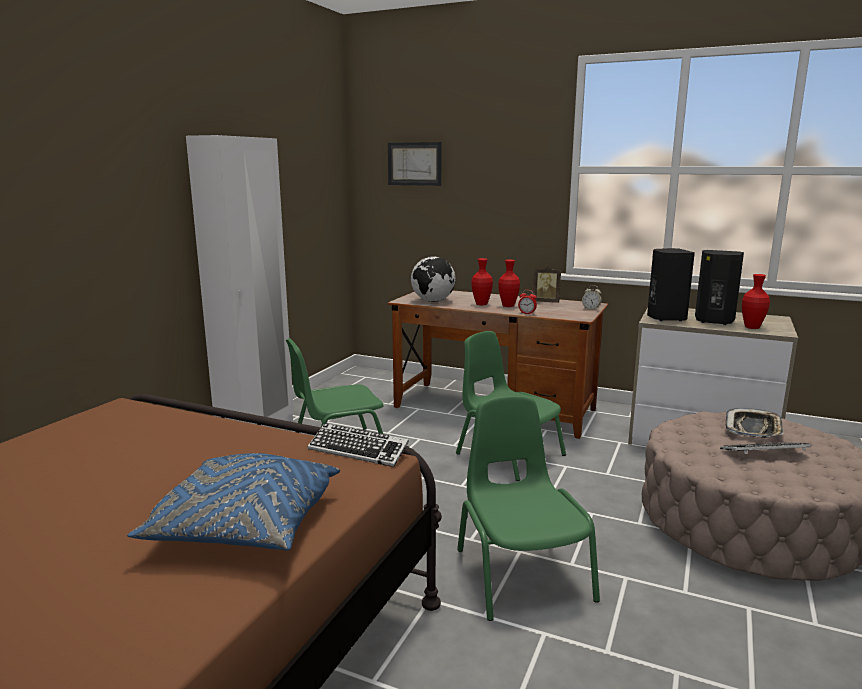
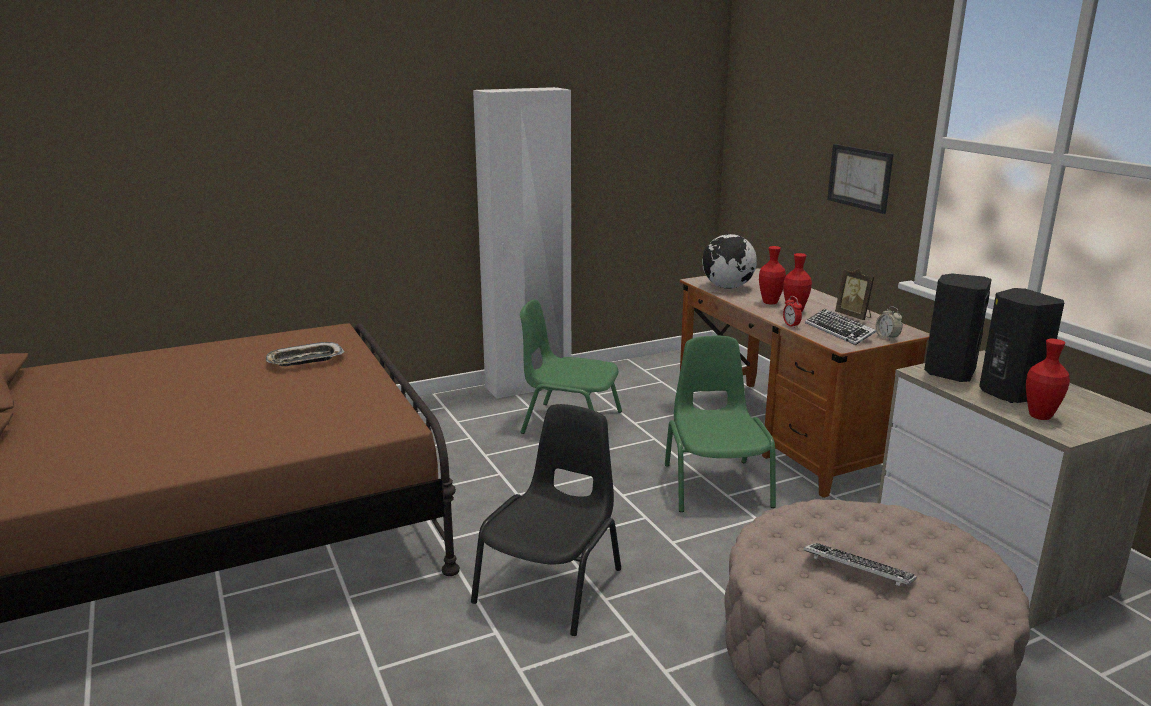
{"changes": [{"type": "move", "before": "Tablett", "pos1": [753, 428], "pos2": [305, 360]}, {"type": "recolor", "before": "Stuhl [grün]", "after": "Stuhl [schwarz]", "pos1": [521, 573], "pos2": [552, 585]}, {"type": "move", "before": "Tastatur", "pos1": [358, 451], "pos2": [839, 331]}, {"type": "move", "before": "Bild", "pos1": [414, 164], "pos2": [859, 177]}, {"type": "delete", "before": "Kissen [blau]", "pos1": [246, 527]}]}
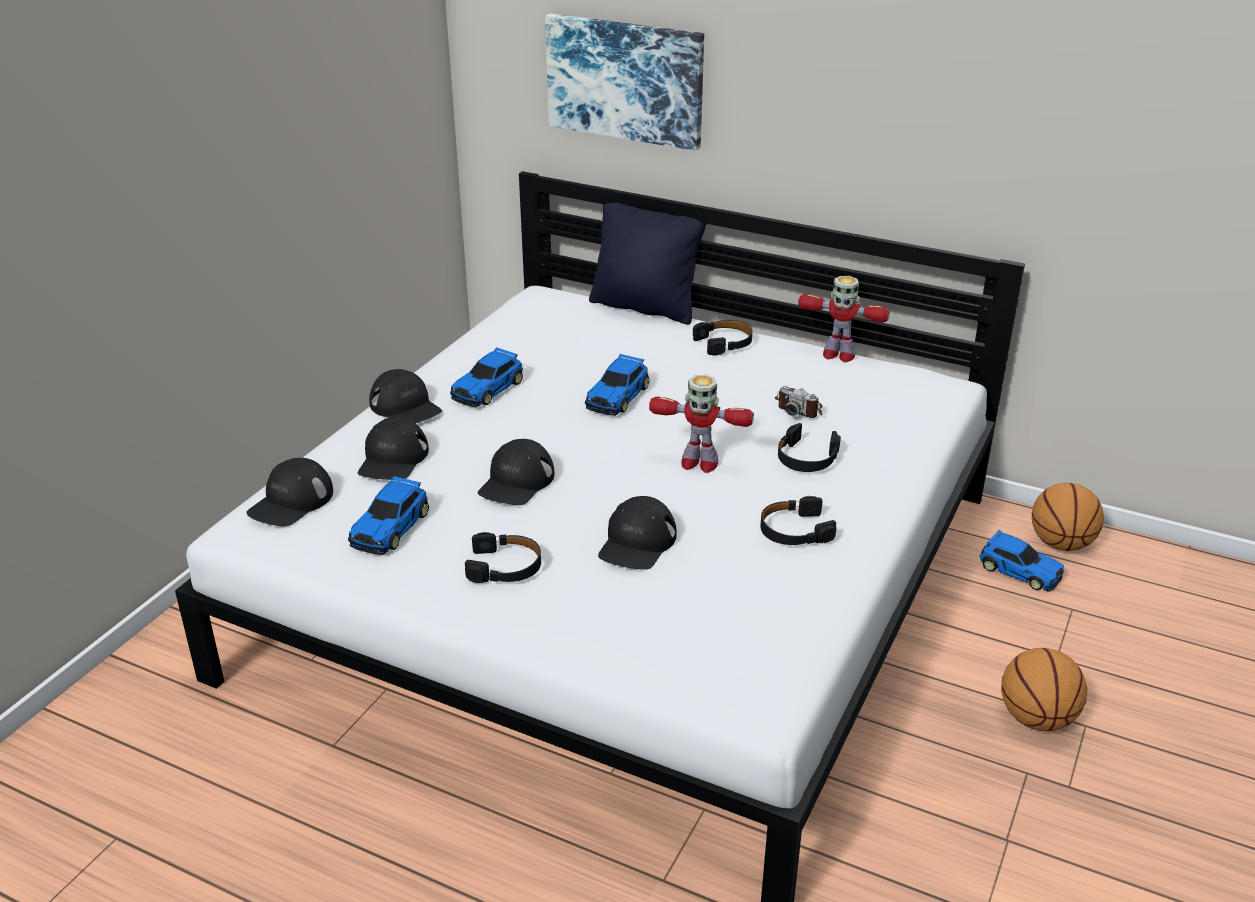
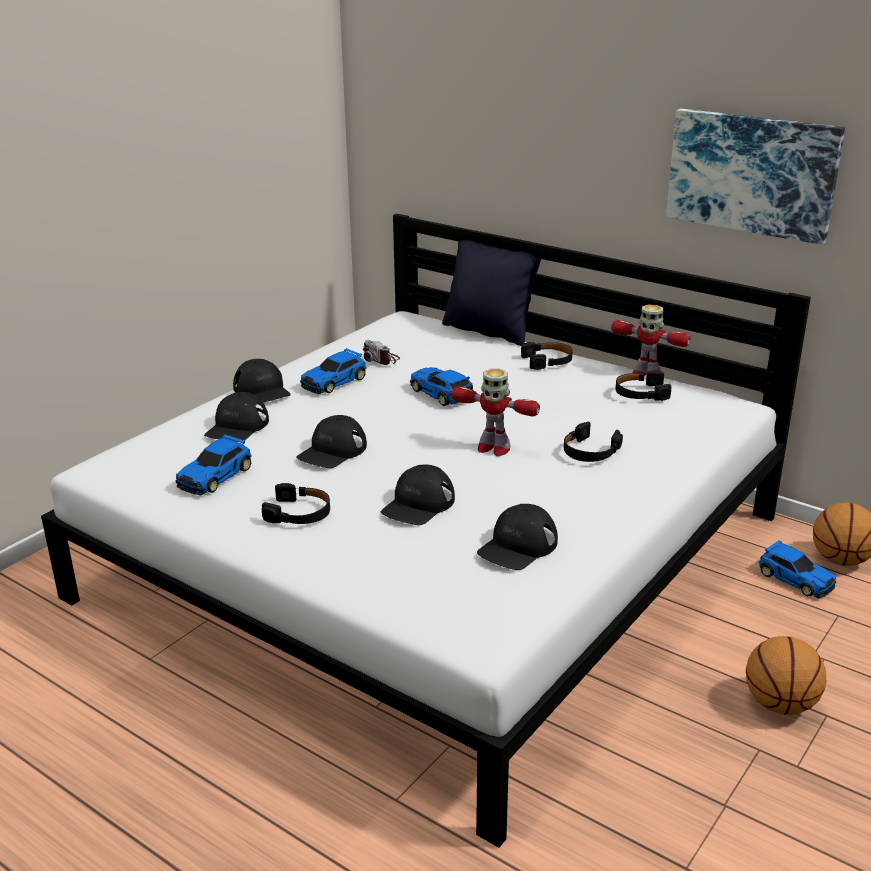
{"changes": [{"type": "move", "before": "Kamera", "pos1": [800, 408], "pos2": [381, 359]}, {"type": "rotate", "before": "Spielzeugauto", "pos1": [618, 396], "pos2": [442, 394], "turn": 105}, {"type": "move", "before": "Kappe [schwarz]", "pos1": [291, 502], "pos2": [518, 546]}, {"type": "move", "before": "Kopfhörer [schwarz]", "pos1": [794, 531], "pos2": [641, 393]}, {"type": "move", "before": "Bild", "pos1": [625, 80], "pos2": [752, 173]}]}
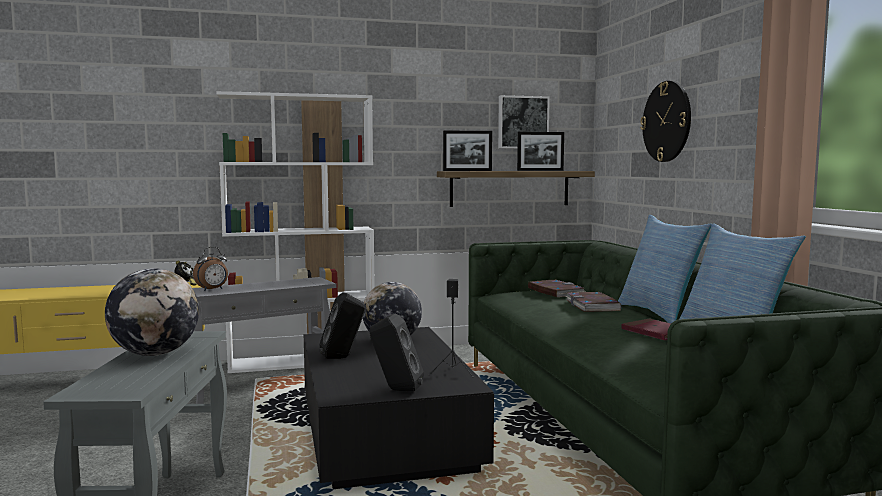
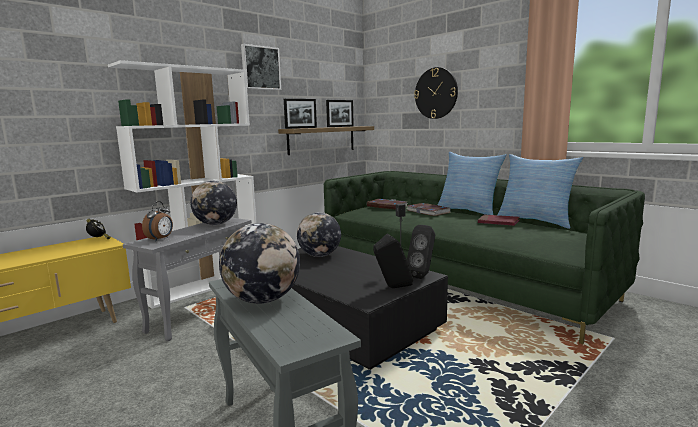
{"changes": [{"type": "insert", "after": "Globus", "pos2": [216, 224]}, {"type": "move", "before": "Bild", "pos1": [522, 122], "pos2": [260, 68]}, {"type": "move", "before": "Lautsprecher [schwarz]", "pos1": [343, 358], "pos2": [422, 275]}]}
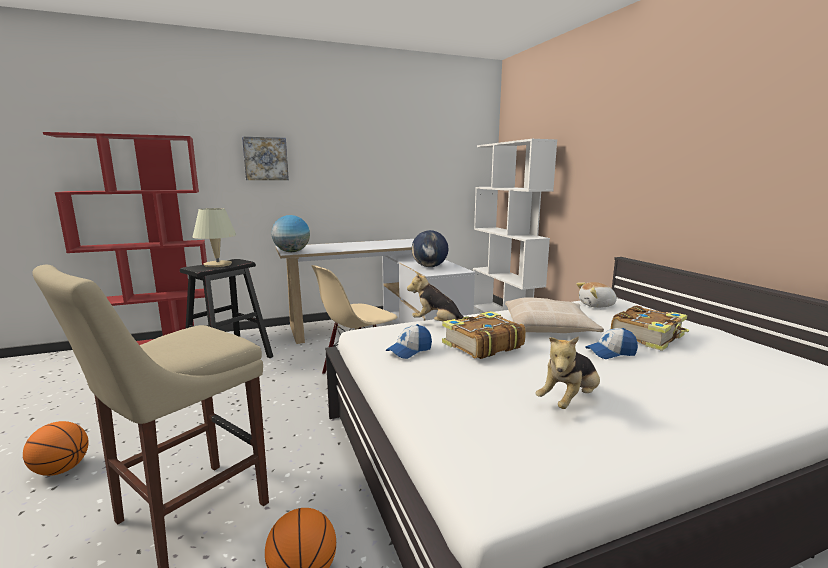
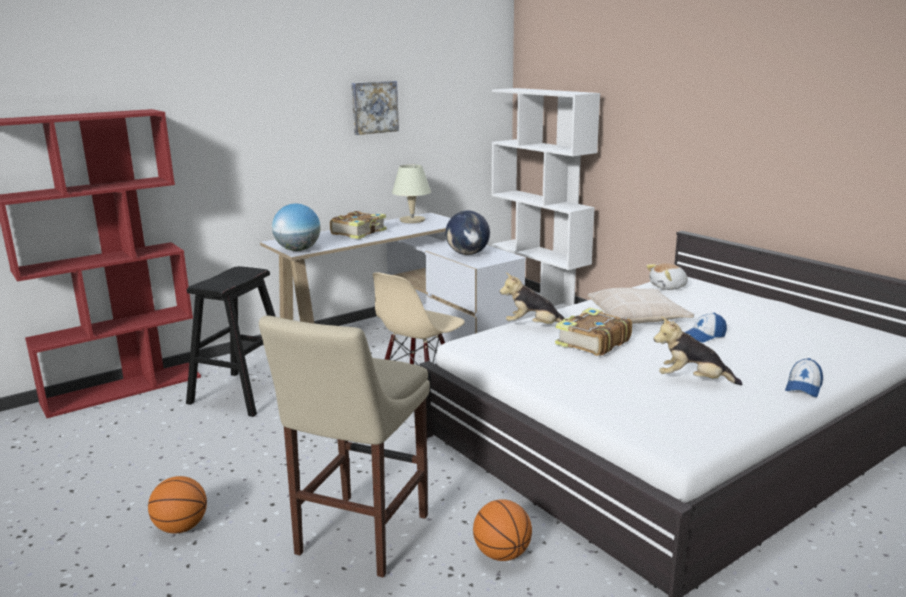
{"changes": [{"type": "move", "before": "Buch", "pos1": [648, 337], "pos2": [359, 233]}, {"type": "move", "before": "Bild", "pos1": [265, 159], "pos2": [374, 107]}, {"type": "move", "before": "Tischlampe [beige]", "pos1": [218, 264], "pos2": [412, 220]}, {"type": "rotate", "before": "Plüschtier", "pos1": [569, 401], "pos2": [692, 381], "turn": 75}, {"type": "move", "before": "Kappe", "pos1": [409, 350], "pos2": [803, 387]}]}
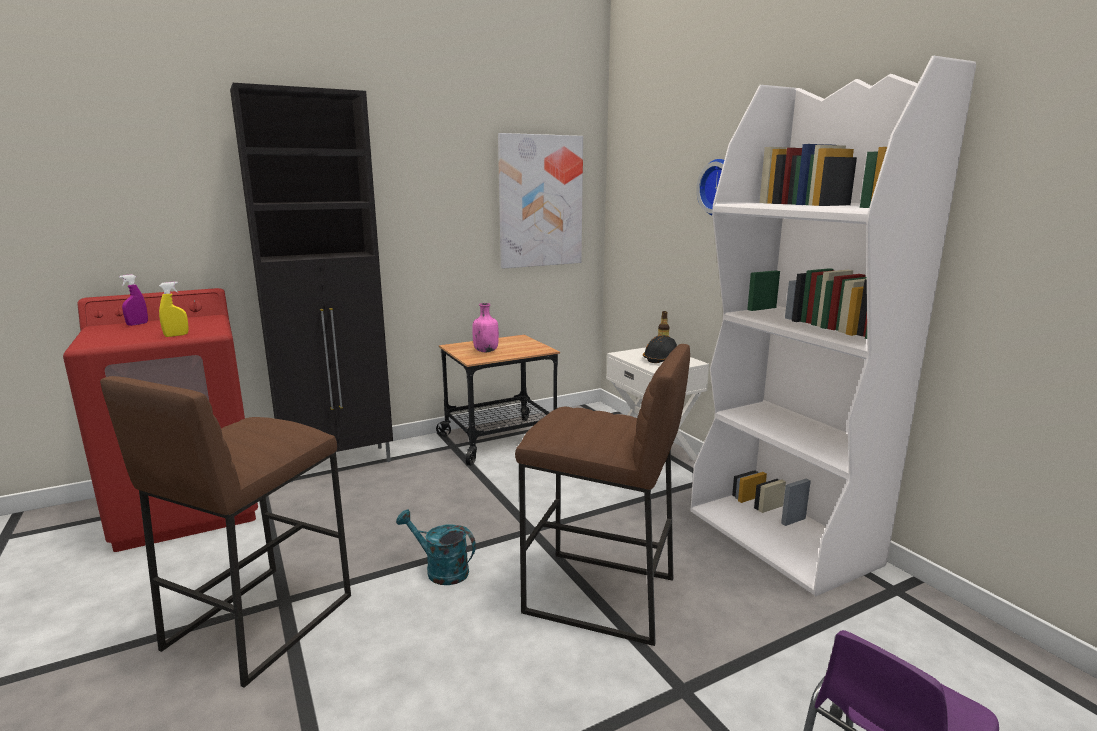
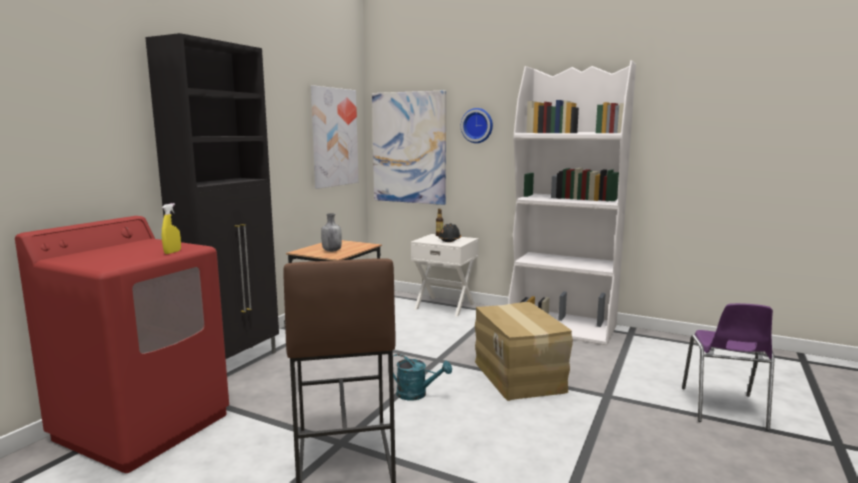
{"changes": [{"type": "recolor", "before": "Flasche [rosa]", "after": "Flasche [grau]", "pos1": [486, 351], "pos2": [331, 251]}, {"type": "insert", "after": "Bild", "pos2": [409, 148]}, {"type": "rotate", "before": "Gießkanne [türkis]", "pos1": [440, 570], "pos2": [417, 394], "turn": -150}, {"type": "replace", "before": "Hocker [braun]", "after": "Karton", "pos1": [599, 596], "pos2": [519, 376]}, {"type": "delete", "before": "Sprühflasche [lila]", "pos1": [137, 324]}]}
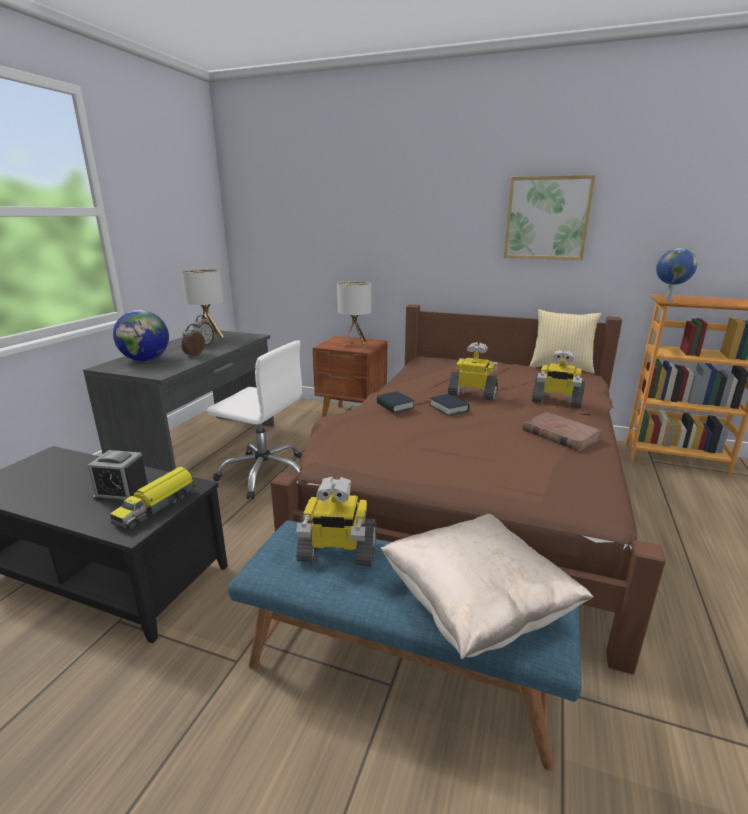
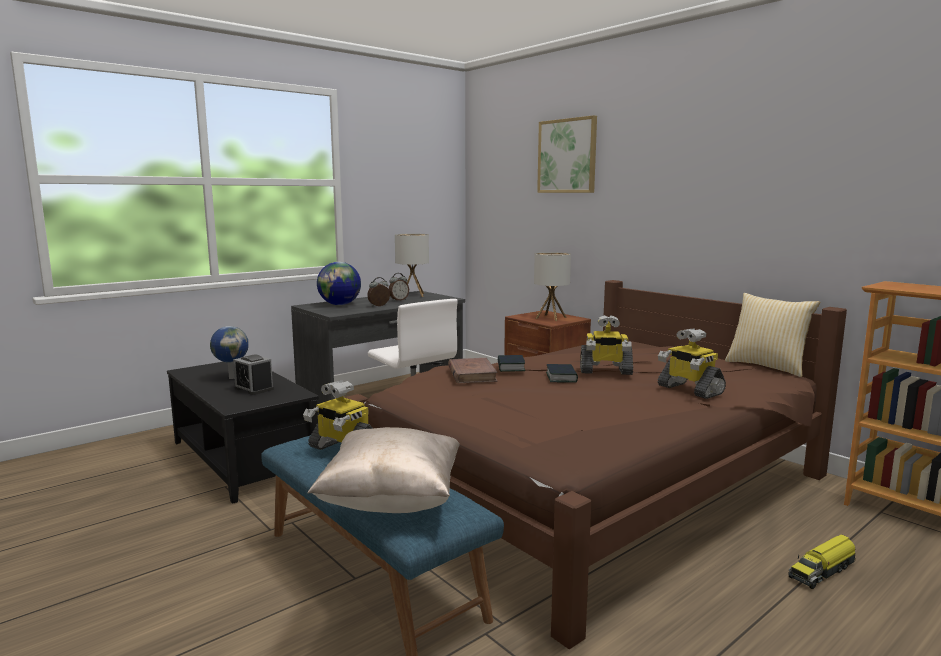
{"changes": [{"type": "move", "before": "Globus", "pos1": [667, 300], "pos2": [232, 378]}, {"type": "move", "before": "Buch [braun]", "pos1": [560, 434], "pos2": [472, 374]}, {"type": "move", "before": "Bild", "pos1": [547, 218], "pos2": [567, 156]}, {"type": "rotate", "before": "Spielzeugroboter", "pos1": [473, 394], "pos2": [605, 371], "turn": 135}, {"type": "move", "before": "Spielzeuglaster", "pos1": [157, 506], "pos2": [822, 570]}]}
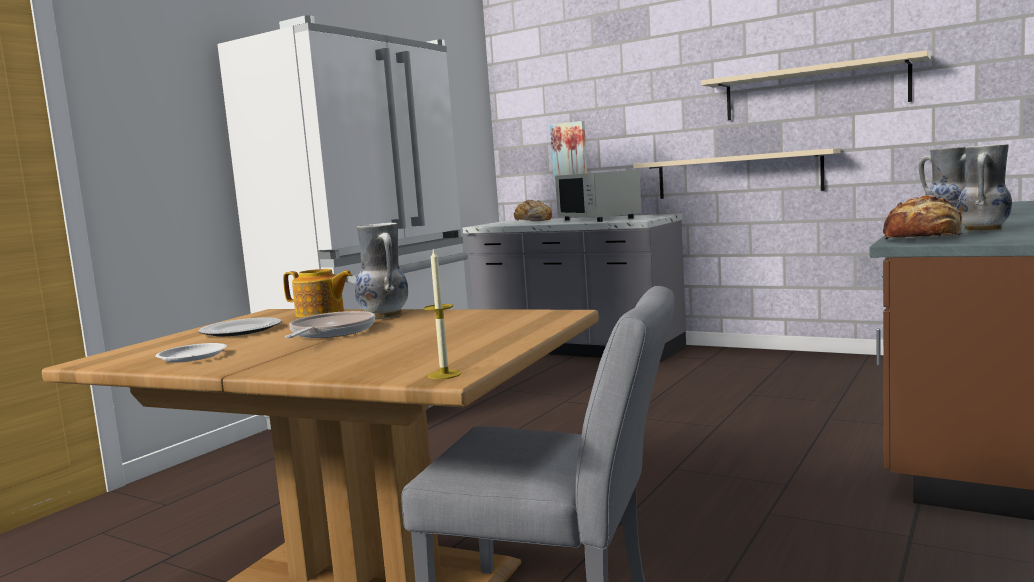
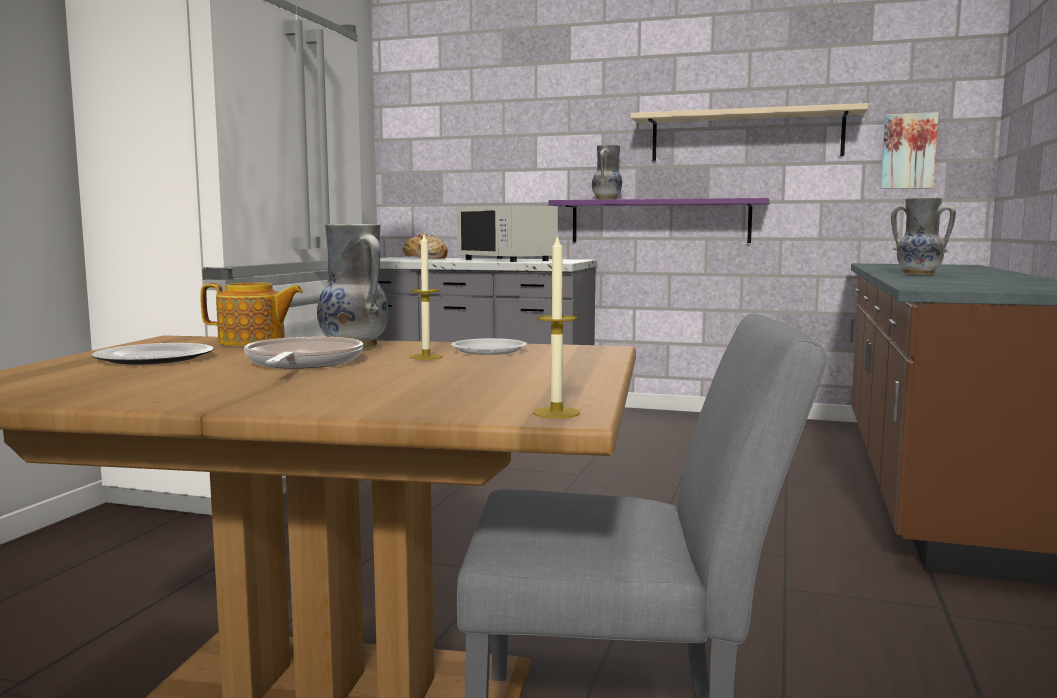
{"changes": [{"type": "insert", "after": "Kerze", "pos2": [426, 357]}, {"type": "move", "before": "Teller [weiß]", "pos1": [192, 357], "pos2": [488, 351]}, {"type": "recolor", "before": "Wandregal [beige]", "after": "Wandregal [lila]", "pos1": [737, 175], "pos2": [659, 221]}, {"type": "move", "before": "Vase", "pos1": [984, 230], "pos2": [607, 199]}, {"type": "move", "before": "Bild", "pos1": [569, 150], "pos2": [908, 151]}, {"type": "delete", "before": "Brot", "pos1": [923, 239]}]}
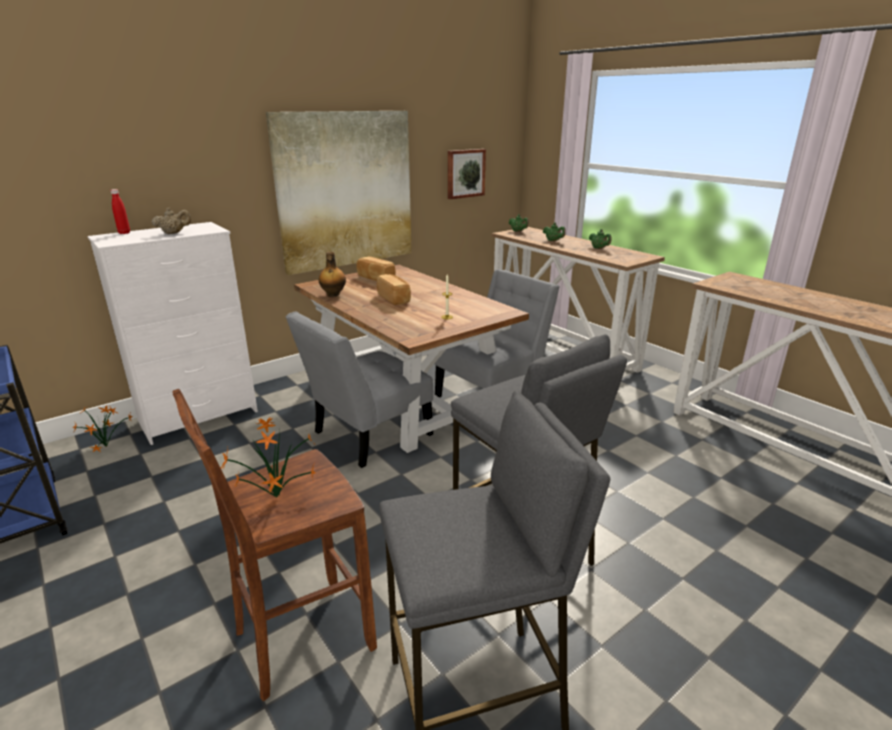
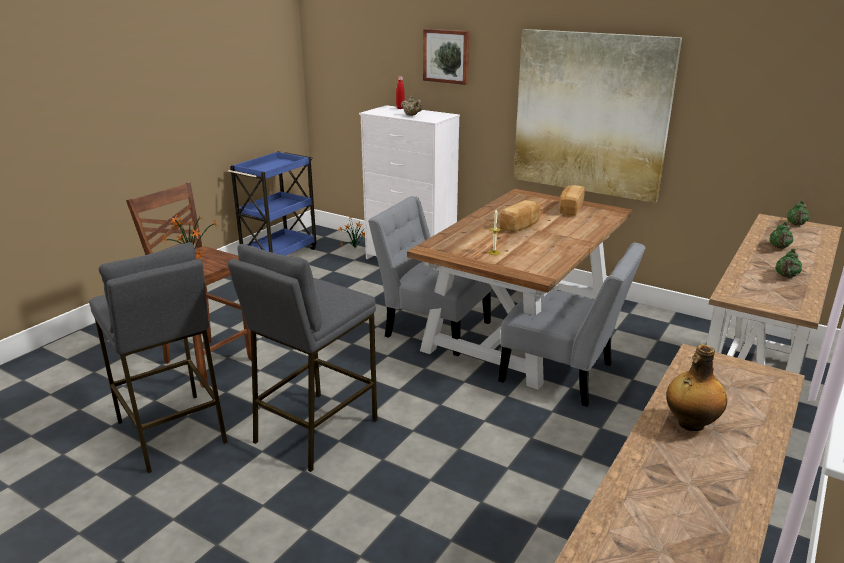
{"changes": [{"type": "move", "before": "Bild", "pos1": [465, 173], "pos2": [446, 56]}, {"type": "move", "before": "Flasche", "pos1": [333, 295], "pos2": [690, 424]}]}
